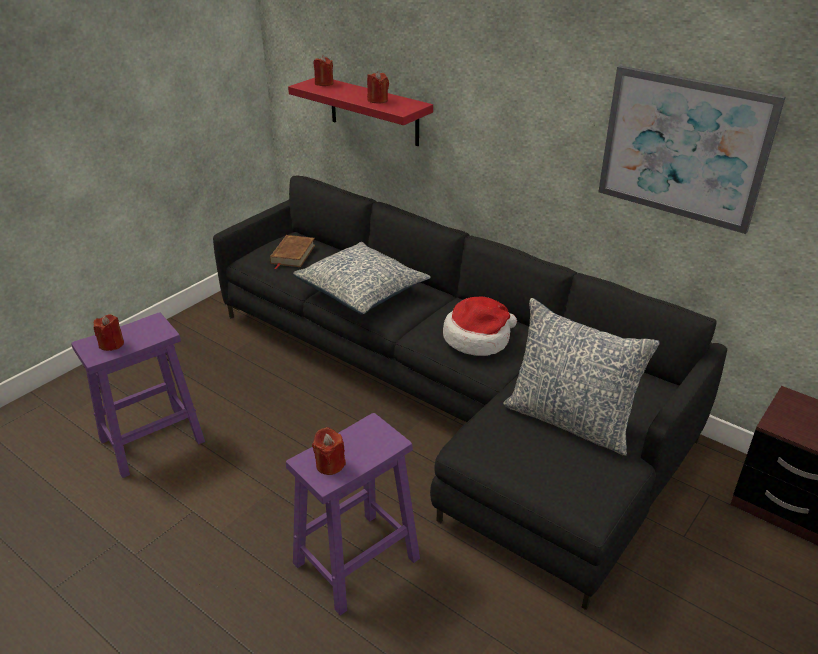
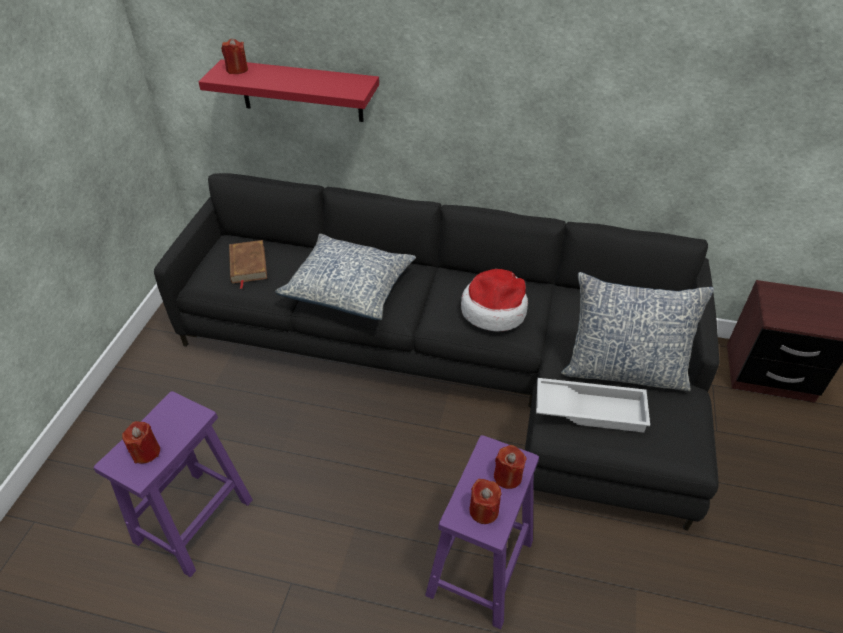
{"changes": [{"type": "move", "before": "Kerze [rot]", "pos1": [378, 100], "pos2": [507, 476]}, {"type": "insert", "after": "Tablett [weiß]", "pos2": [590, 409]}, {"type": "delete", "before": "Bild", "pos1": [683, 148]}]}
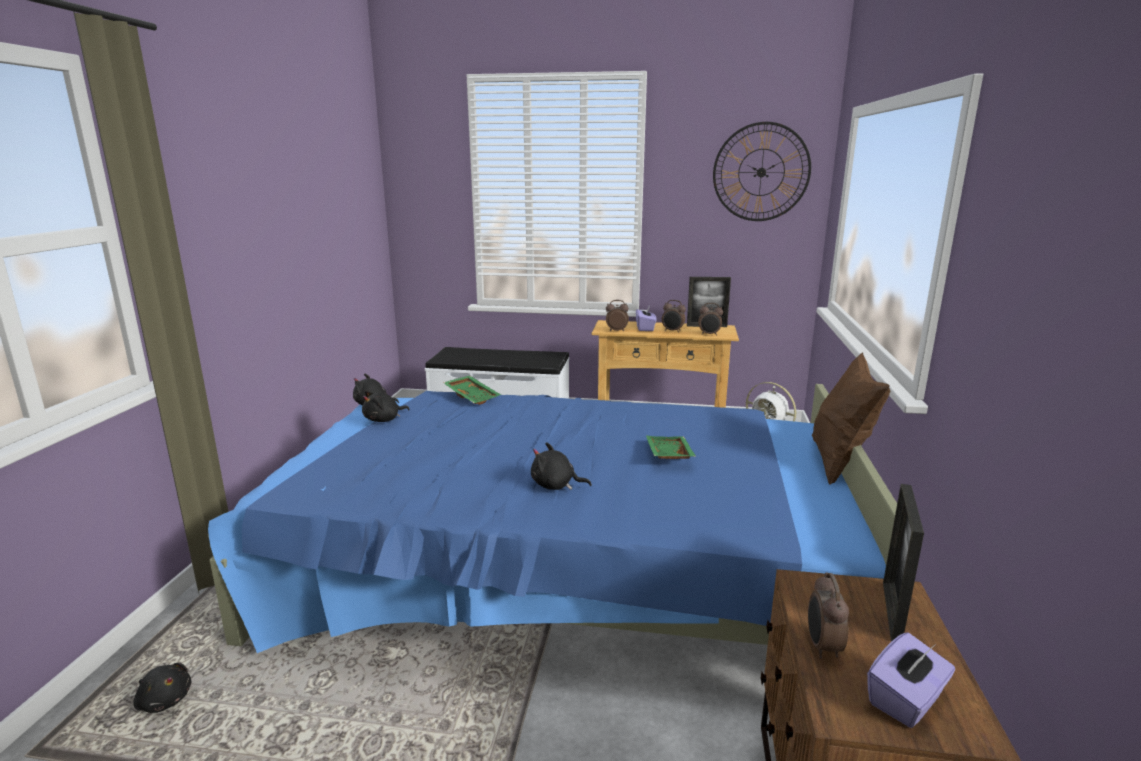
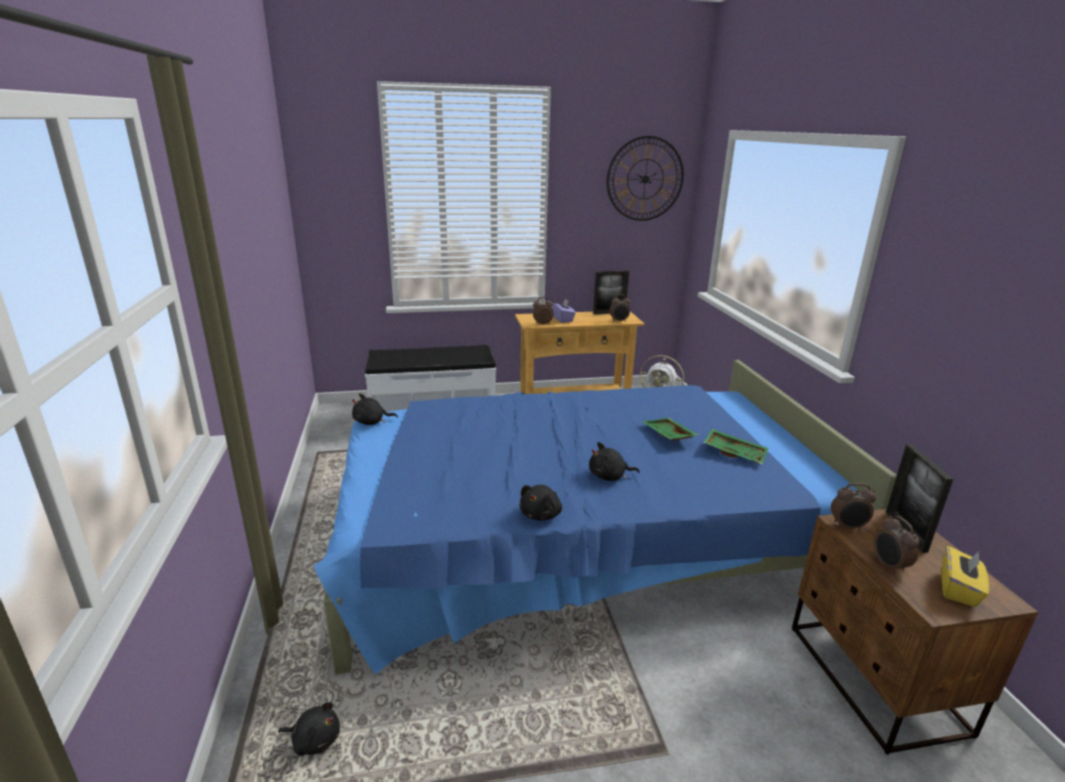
{"changes": [{"type": "move", "before": "Plüschtier [schwarz]", "pos1": [384, 420], "pos2": [541, 514]}, {"type": "move", "before": "Tablett [grün]", "pos1": [473, 396], "pos2": [735, 452]}, {"type": "move", "before": "Wecker", "pos1": [672, 331], "pos2": [847, 527]}, {"type": "recolor", "before": "Taschentuchbox [lila]", "after": "Taschentuchbox [gelb]", "pos1": [906, 700], "pos2": [958, 589]}, {"type": "delete", "before": "Kissen [braun]", "pos1": [839, 462]}]}
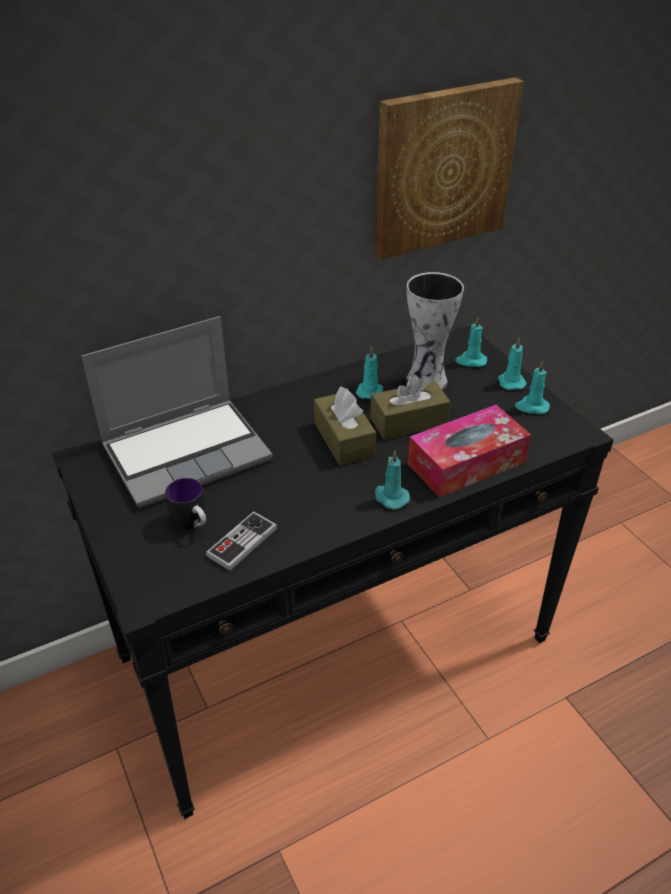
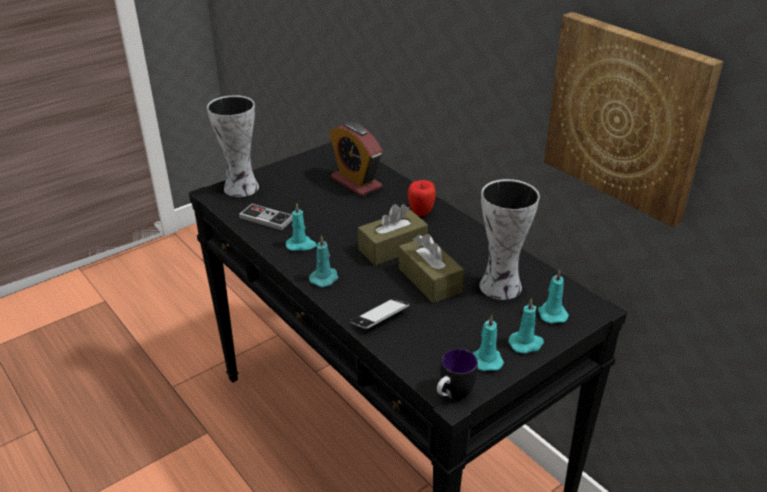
{"changes": [{"type": "insert", "after": "Vase", "pos2": [240, 189]}, {"type": "move", "before": "Kerze [türkis]", "pos1": [370, 391], "pos2": [301, 245]}, {"type": "replace", "before": "Laptop", "after": "Wecker", "pos1": [188, 452], "pos2": [356, 183]}, {"type": "replace", "before": "Taschentuchbox", "after": "Handy", "pos1": [466, 463], "pos2": [380, 317]}, {"type": "insert", "after": "Apfel", "pos2": [421, 212]}, {"type": "move", "before": "Henkelbecher", "pos1": [193, 526], "pos2": [453, 396]}]}
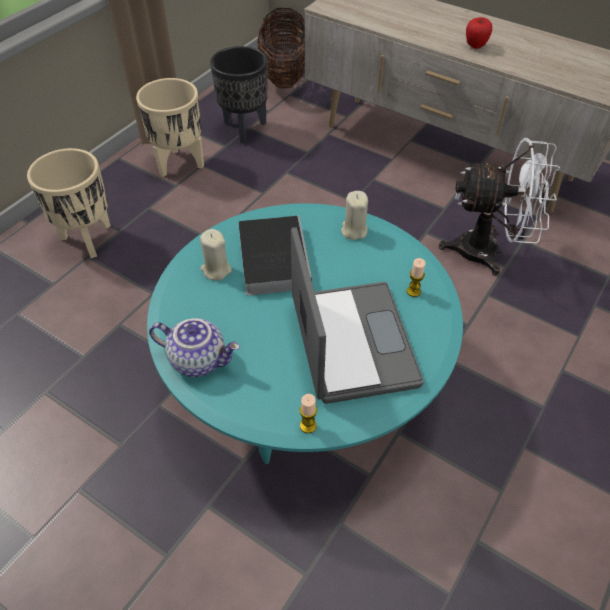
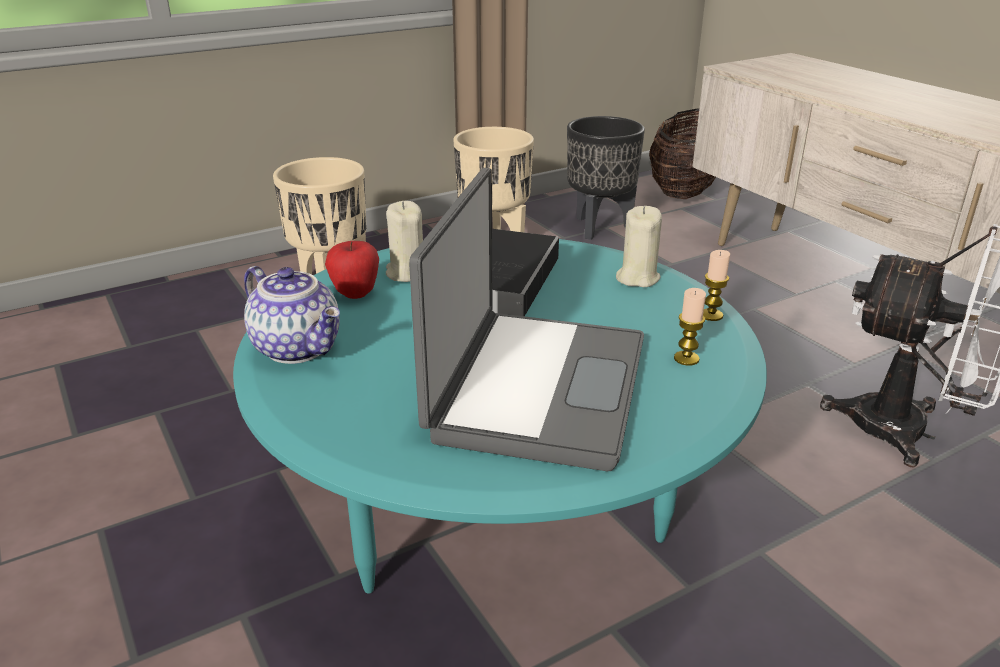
{"changes": [{"type": "move", "before": "Apfel", "pos1": [475, 46], "pos2": [355, 294]}, {"type": "move", "before": "Kerze", "pos1": [308, 426], "pos2": [711, 315]}]}
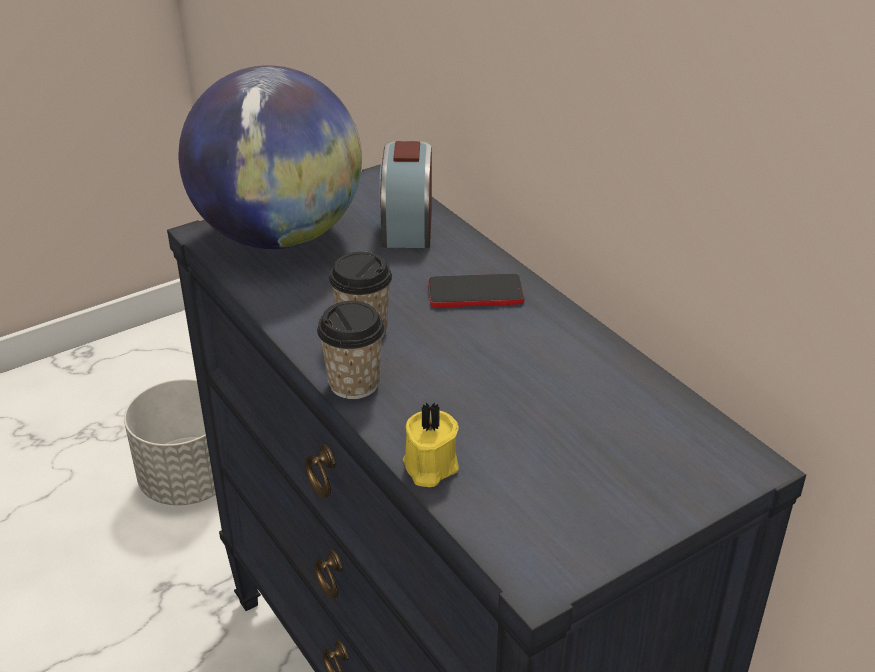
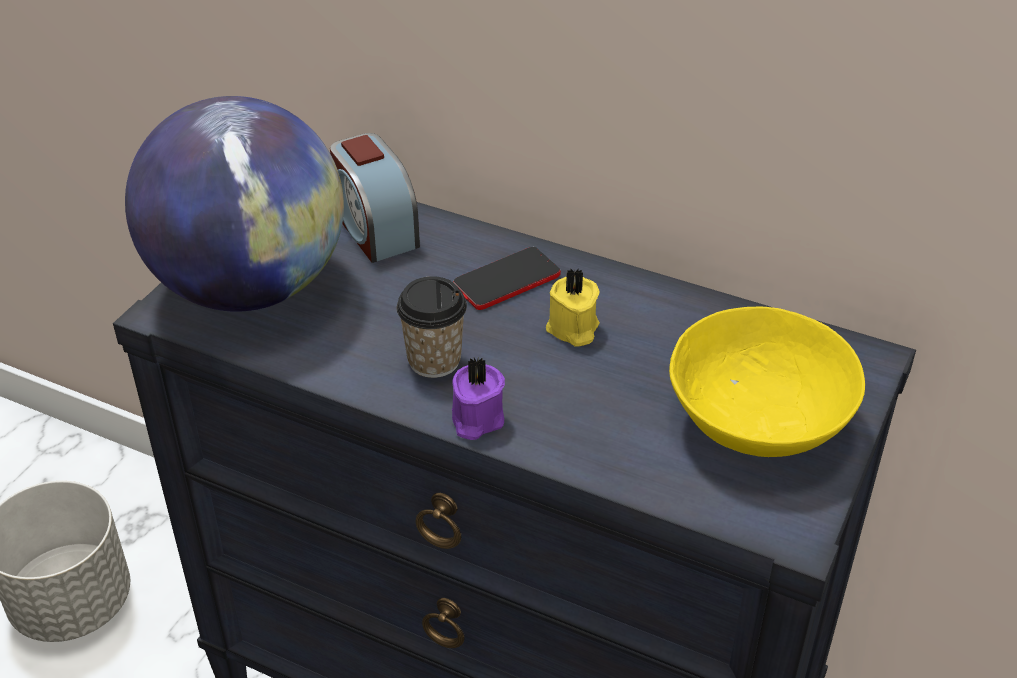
{"changes": [{"type": "replace", "before": "Tasse", "after": "Kerze [lila]", "pos1": [354, 383], "pos2": [475, 419]}, {"type": "move", "before": "Kerze [gelb]", "pos1": [429, 467], "pos2": [572, 329]}, {"type": "insert", "after": "Schüssel [gelb]", "pos2": [759, 422]}]}
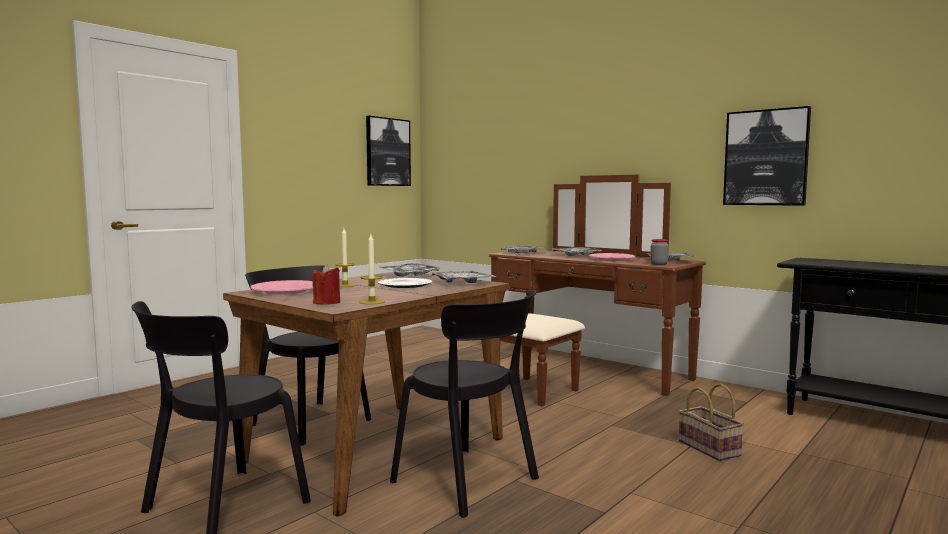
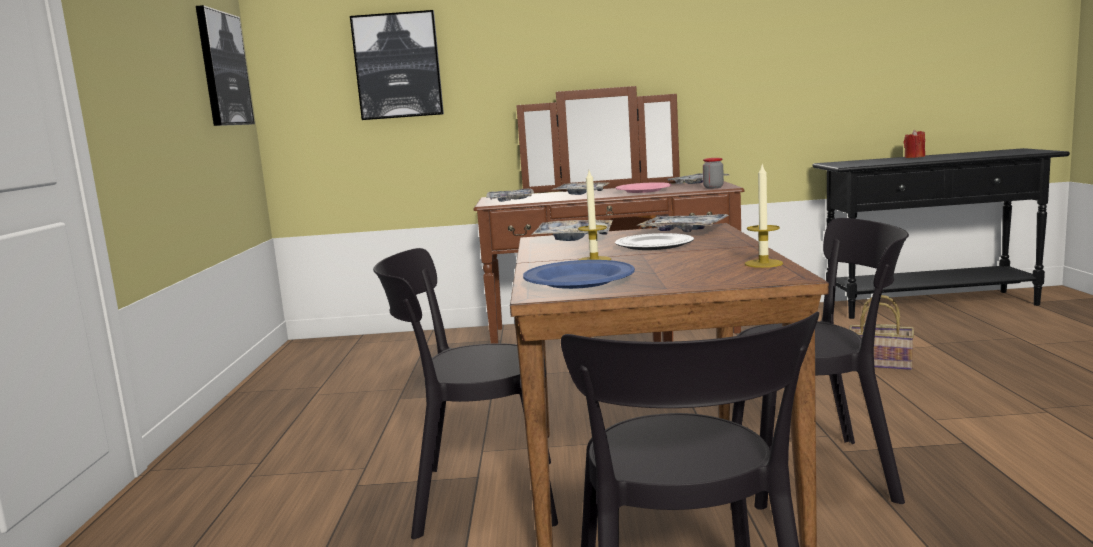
{"changes": [{"type": "move", "before": "Bild", "pos1": [766, 158], "pos2": [398, 66]}, {"type": "recolor", "before": "Teller [rosa]", "after": "Teller [blau]", "pos1": [285, 291], "pos2": [578, 281]}, {"type": "move", "before": "Kerze [rot]", "pos1": [327, 303], "pos2": [914, 157]}]}
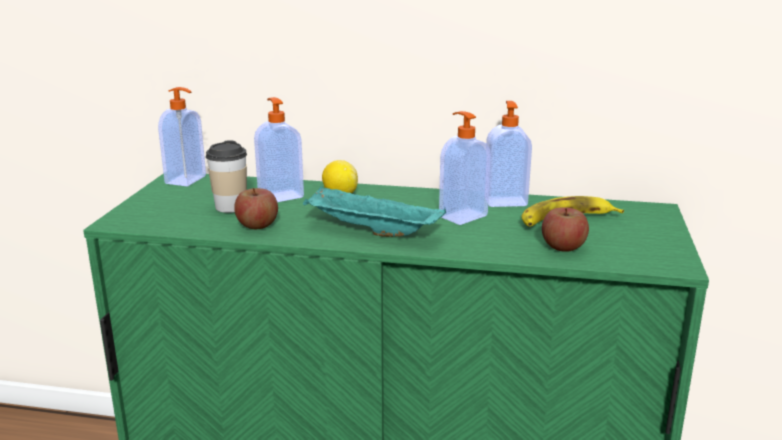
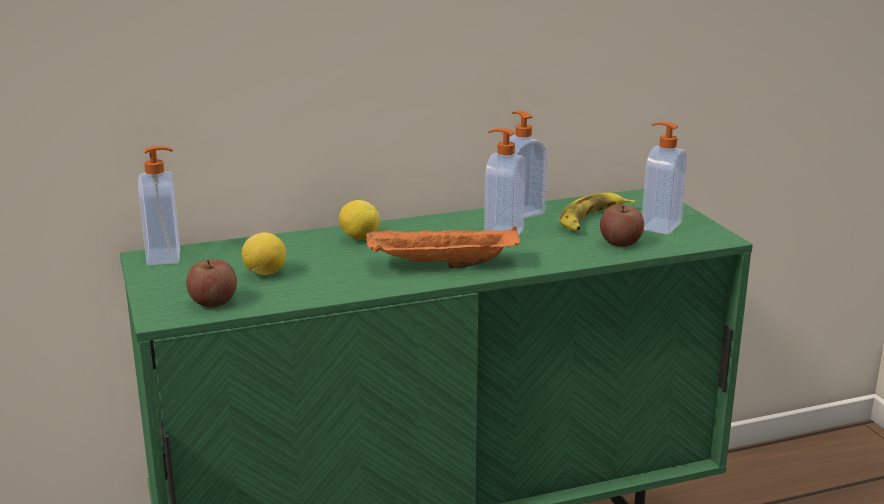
{"changes": [{"type": "move", "before": "Apfel", "pos1": [257, 225], "pos2": [213, 302]}, {"type": "replace", "before": "Tasse", "after": "Zitrone", "pos1": [230, 207], "pos2": [265, 274]}, {"type": "recolor", "before": "Tablett [türkis]", "after": "Tablett [orange]", "pos1": [370, 231], "pos2": [441, 266]}, {"type": "move", "before": "Seifenspender", "pos1": [280, 196], "pos2": [659, 226]}]}
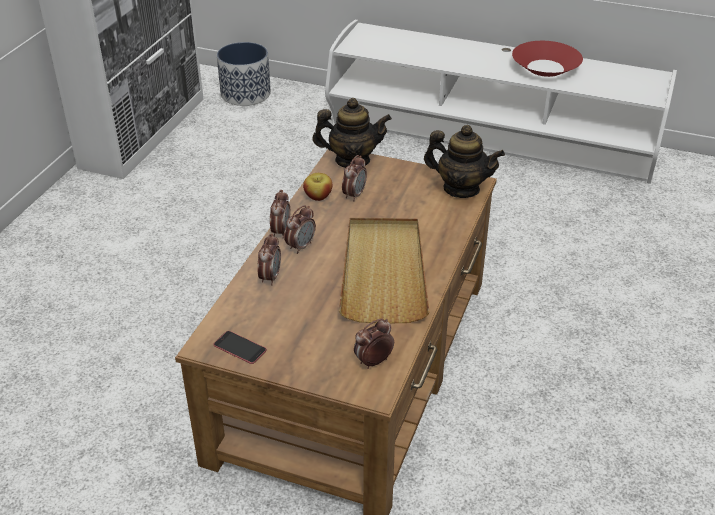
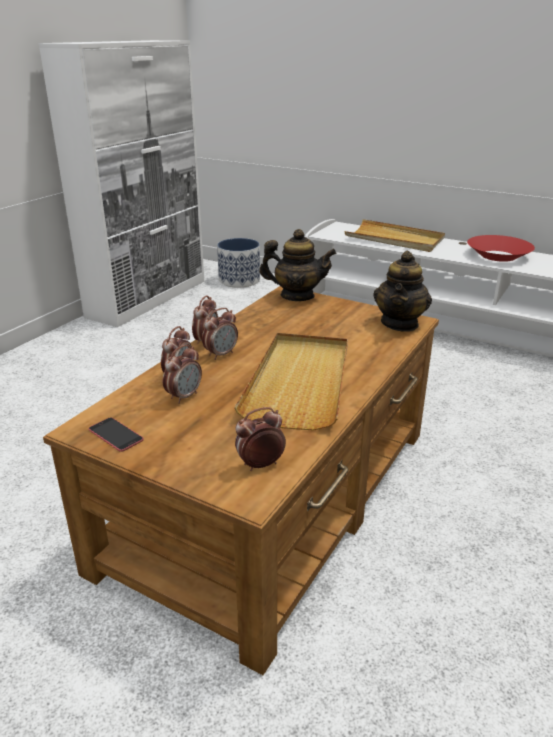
{"changes": [{"type": "move", "before": "Wecker", "pos1": [354, 195], "pos2": [184, 396]}, {"type": "insert", "after": "Tablett [beige]", "pos2": [394, 239]}, {"type": "rotate", "before": "Teekanne", "pos1": [461, 189], "pos2": [400, 323], "turn": 75}, {"type": "delete", "before": "Apfel", "pos1": [318, 196]}]}
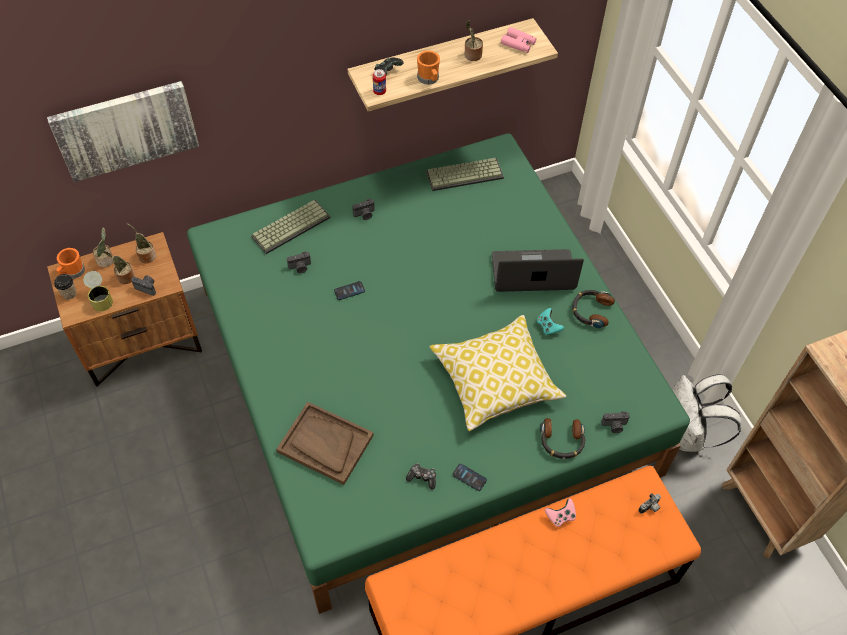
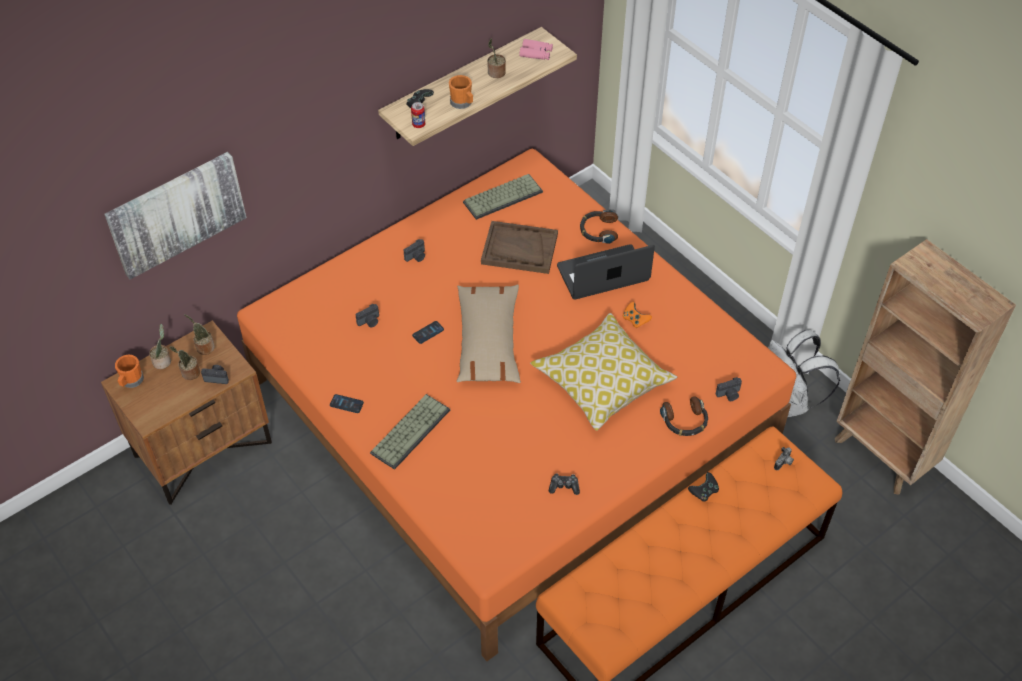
{"changes": [{"type": "recolor", "before": "Bett [grün]", "after": "Bett [orange]", "pos1": [423, 378], "pos2": [512, 412]}, {"type": "move", "before": "Handy", "pos1": [469, 477], "pos2": [346, 404]}, {"type": "move", "before": "Tastatur", "pos1": [291, 226], "pos2": [410, 430]}, {"type": "insert", "after": "Kissen [beige]", "pos2": [488, 341]}, {"type": "move", "before": "Tablett [braun]", "pos1": [325, 444], "pos2": [519, 249]}, {"type": "move", "before": "Kopfhörer", "pos1": [591, 311], "pos2": [598, 230]}, {"type": "recolor", "before": "Gamepad [türkis]", "after": "Gamepad [orange]", "pos1": [548, 326], "pos2": [635, 320]}, {"type": "recolor", "before": "Gamepad [rosa]", "after": "Gamepad [schwarz]", "pos1": [560, 516], "pos2": [703, 492]}, {"type": "delete", "before": "Tasse", "pos1": [69, 293]}, {"type": "delete", "before": "Dose", "pos1": [100, 298]}]}
